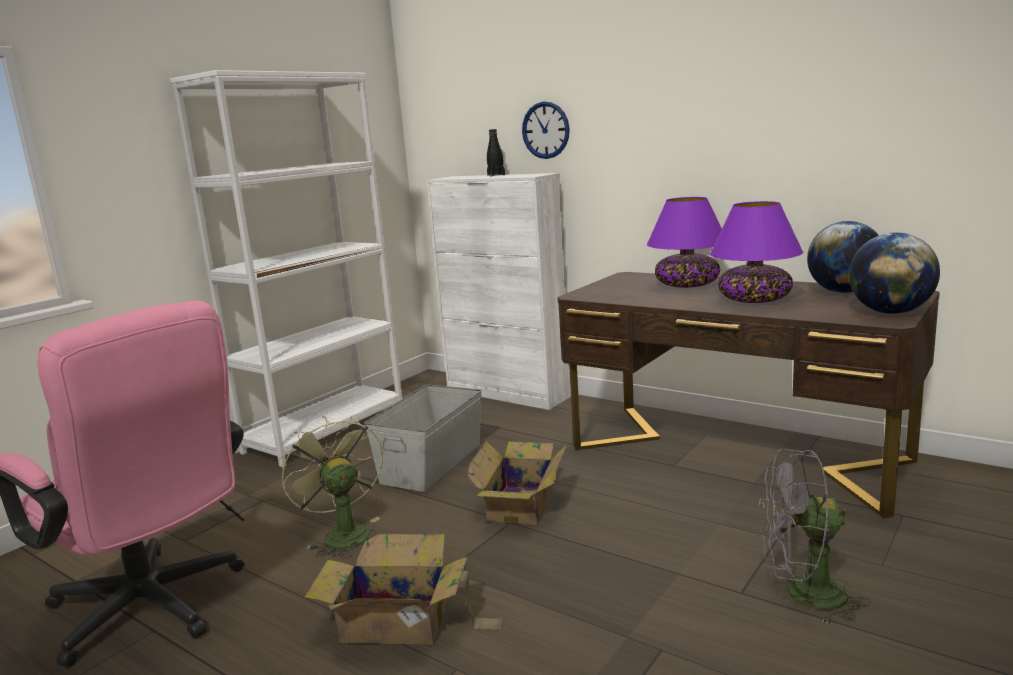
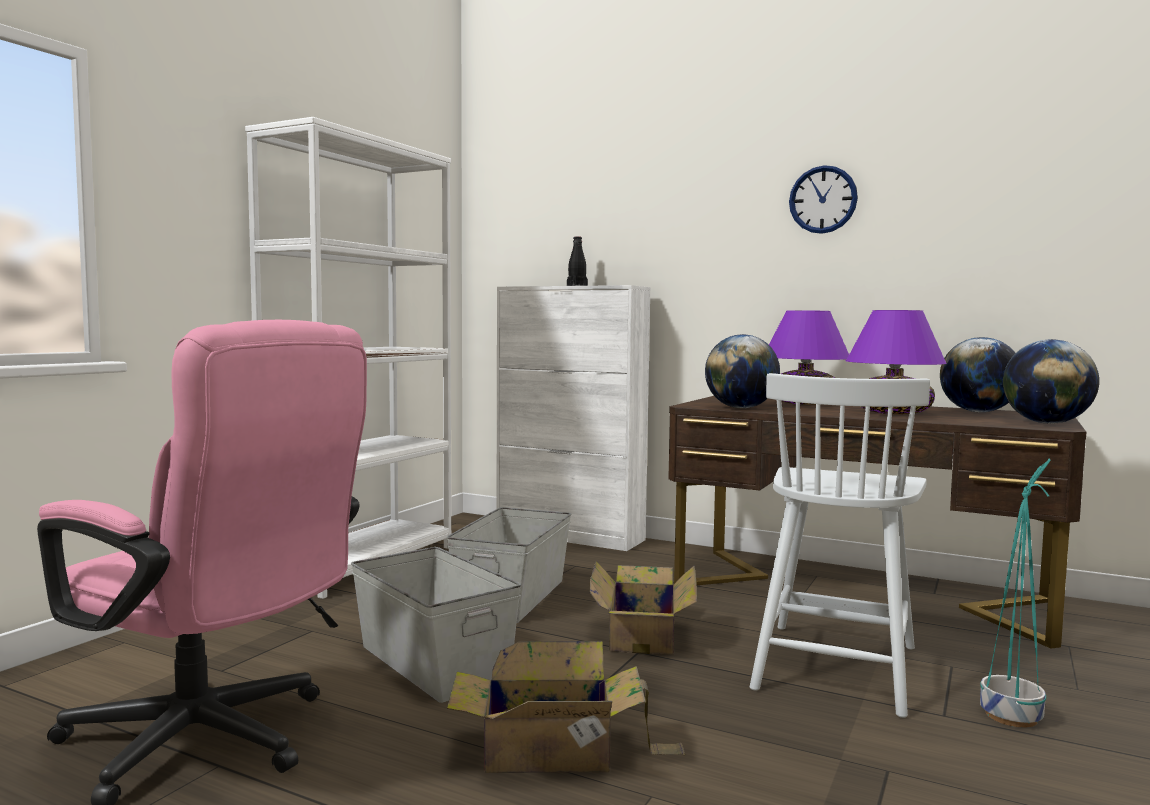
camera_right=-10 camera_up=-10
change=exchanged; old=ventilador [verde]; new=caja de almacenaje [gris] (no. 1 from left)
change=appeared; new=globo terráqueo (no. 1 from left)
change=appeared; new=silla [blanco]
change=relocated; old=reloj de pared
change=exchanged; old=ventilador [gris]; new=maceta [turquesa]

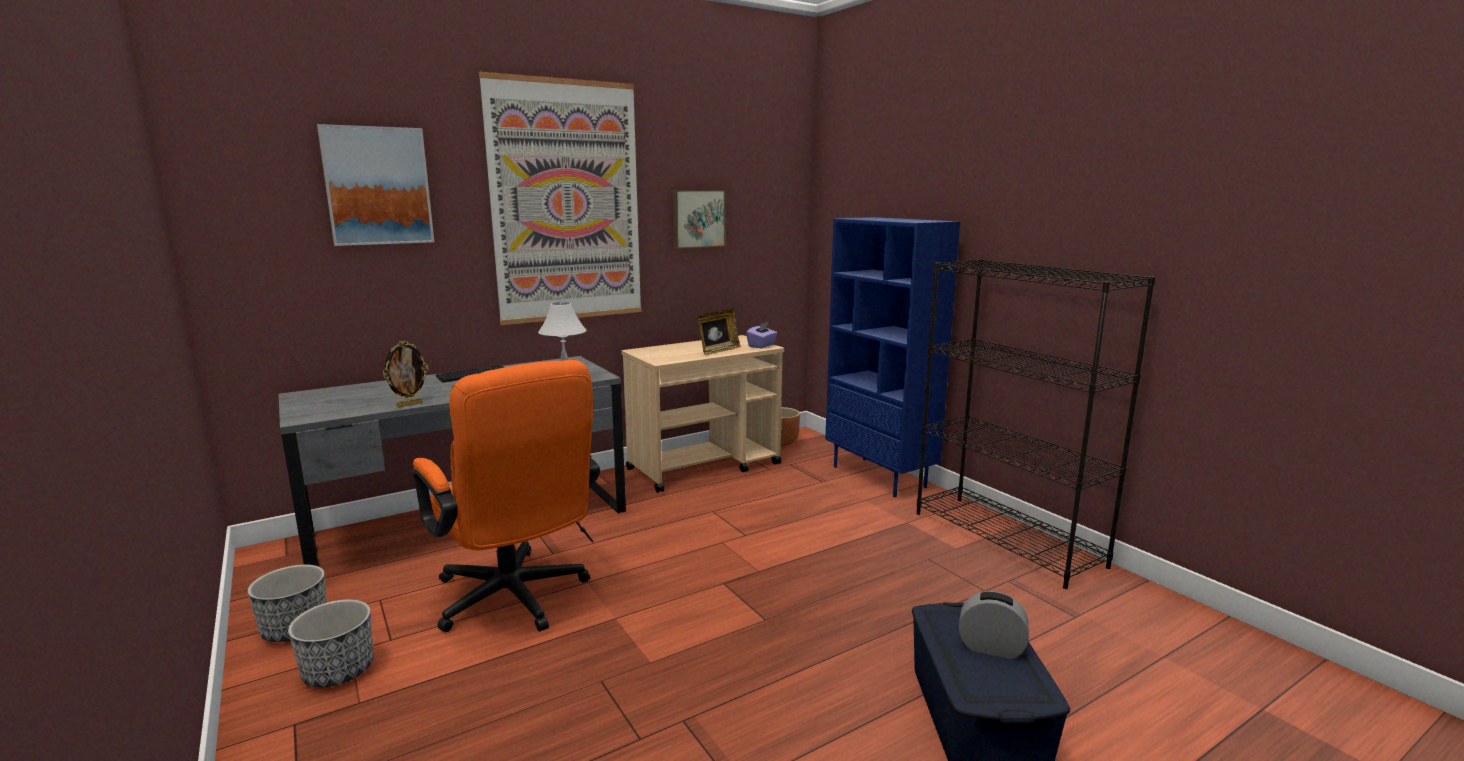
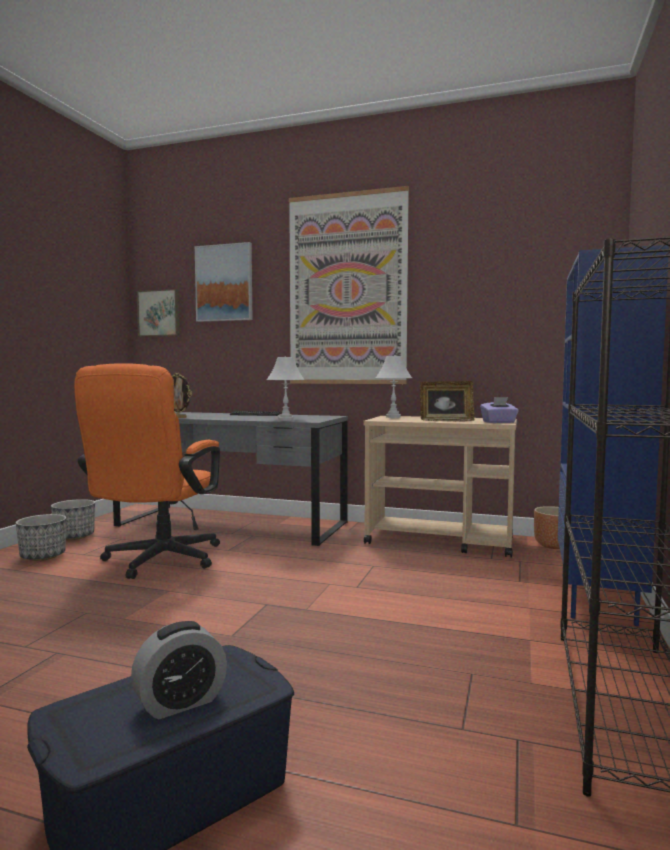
camera_right=50 camera_up=-10
change=spun; old=despertador; degrees=75
change=relocated; old=cuadro (no. 3 from left in the first image); new=cuadro (no. 1 from left)
change=appeared; new=lámpara de mesa [blanco] (no. 2 from left)

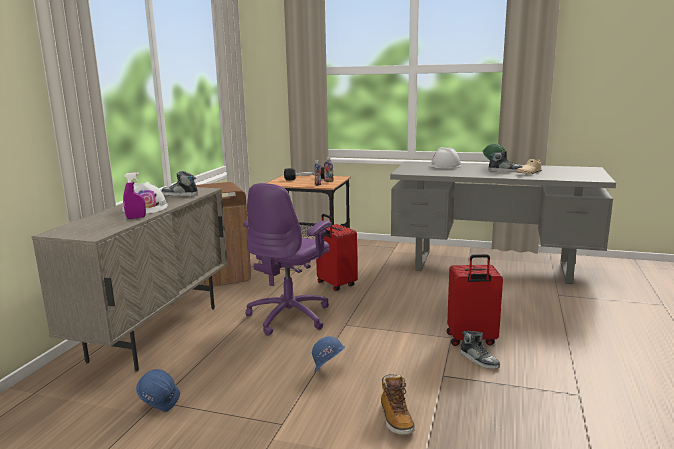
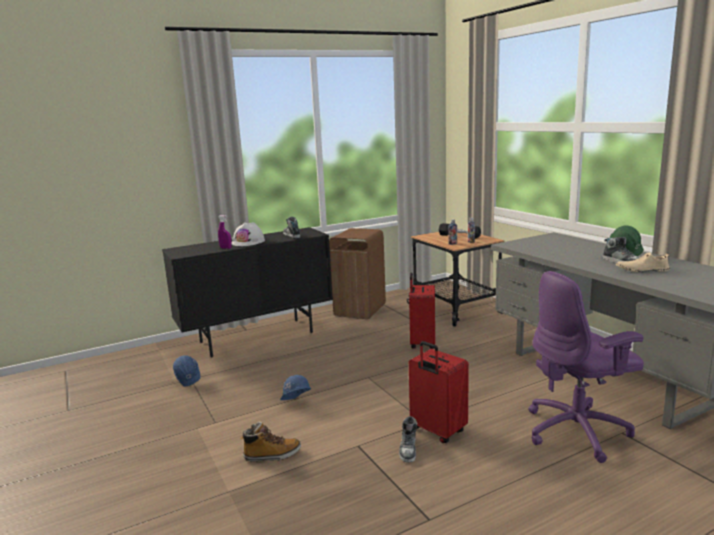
camera_right=45 camera_up=0
change=colour; old=armario [beis]; new=armario [negro]
change=spun; old=bota; degrees=-135
change=relocated; old=silla de oficina [morado]
change=missing; old=casco [blanco] (no. 2 from left)

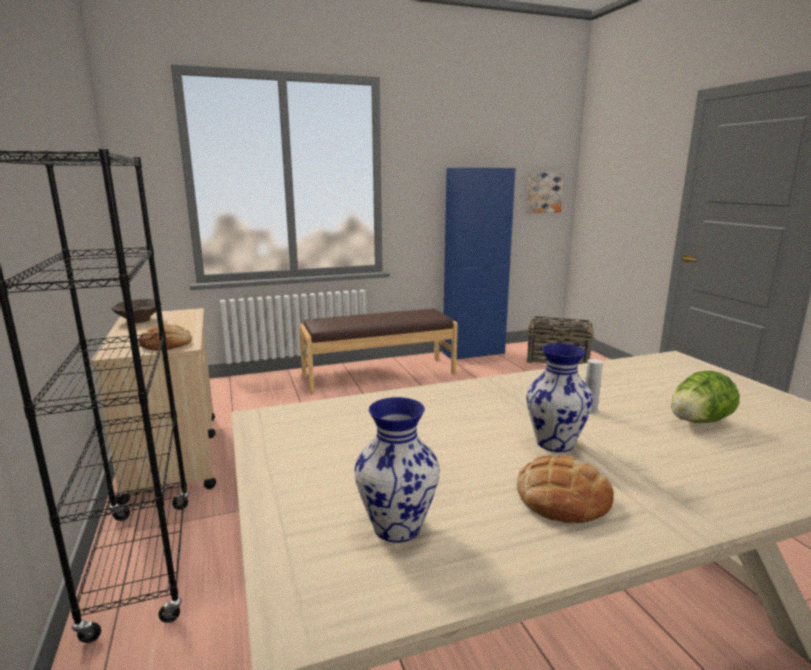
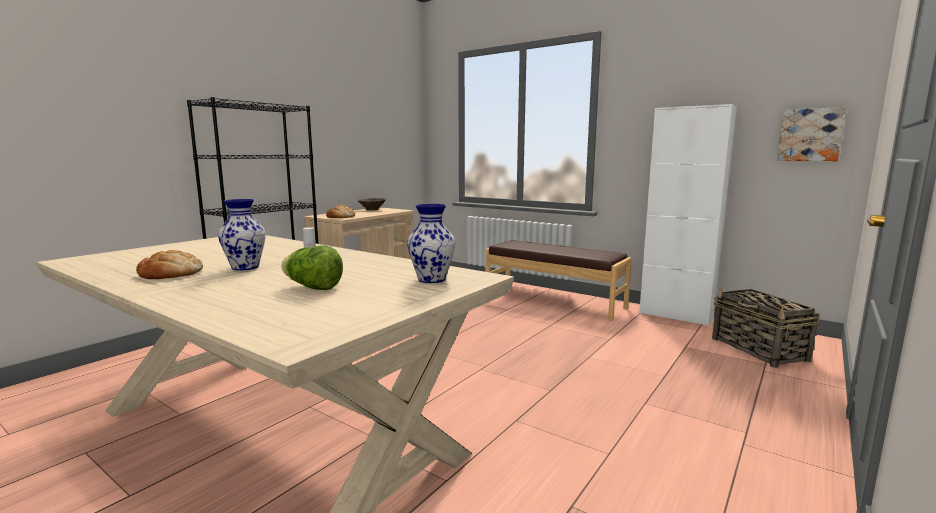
camera_right=55 camera_up=-5
change=relocated; old=florero (no. 1 from left in the first image); new=florero (no. 2 from left)
change=colour; old=armario [azul]; new=armario [blanco]

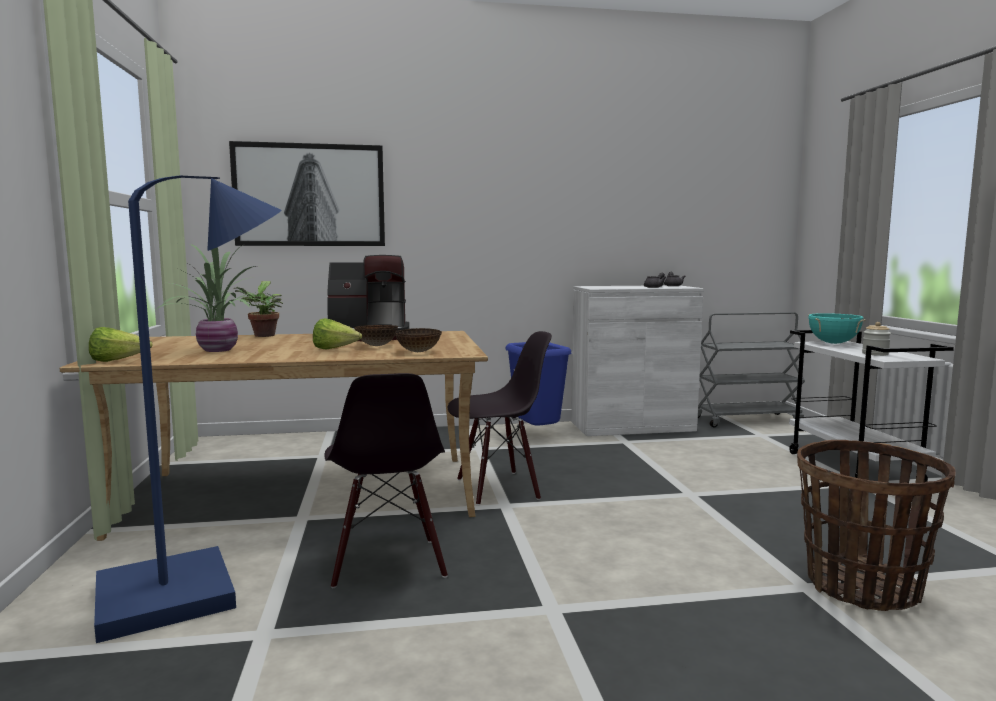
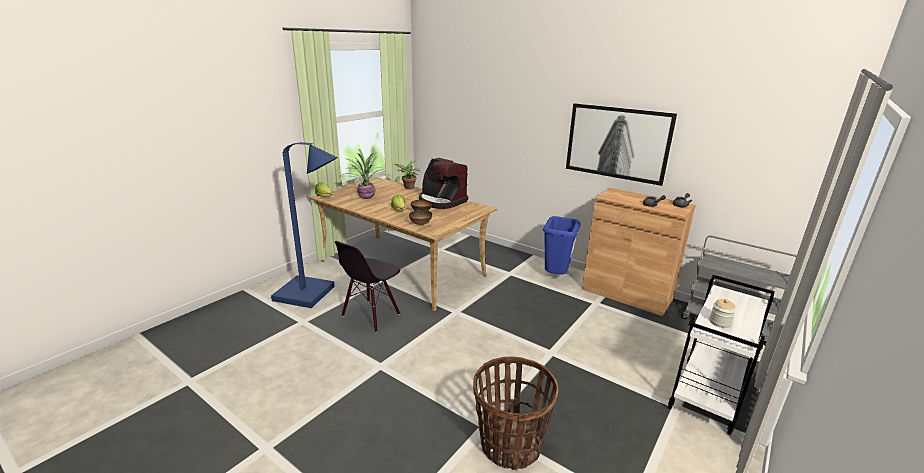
camera_right=45 camera_up=15
change=relocated; old=cuadro
change=colour; old=armario [blanco]; new=armario [marrón]
change=missing; old=silla [negro] (no. 2 from left)
change=missing; old=olla [turquesa]

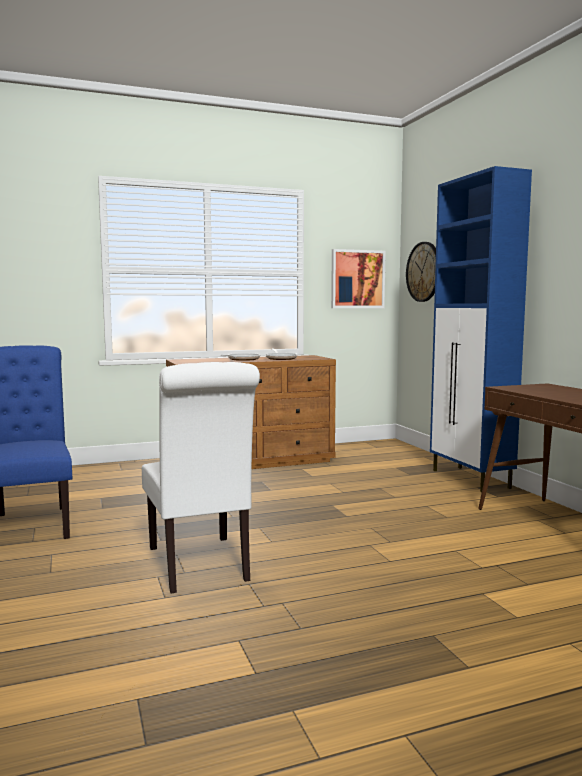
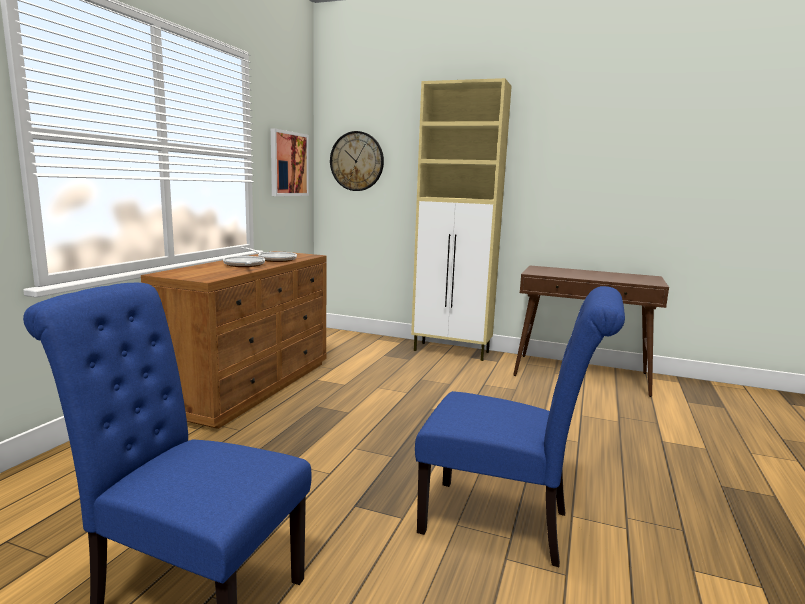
camera_right=-50 camera_up=5
change=colour; old=armario [azul]; new=armario [beis]
change=colour; old=silla [blanco]; new=silla [azul] (no. 2 from left)

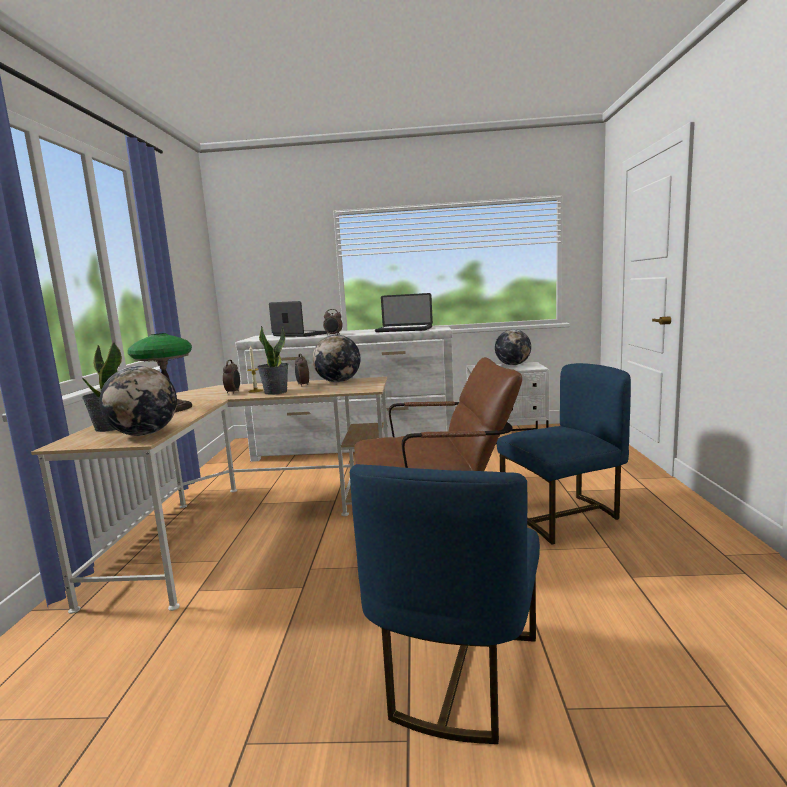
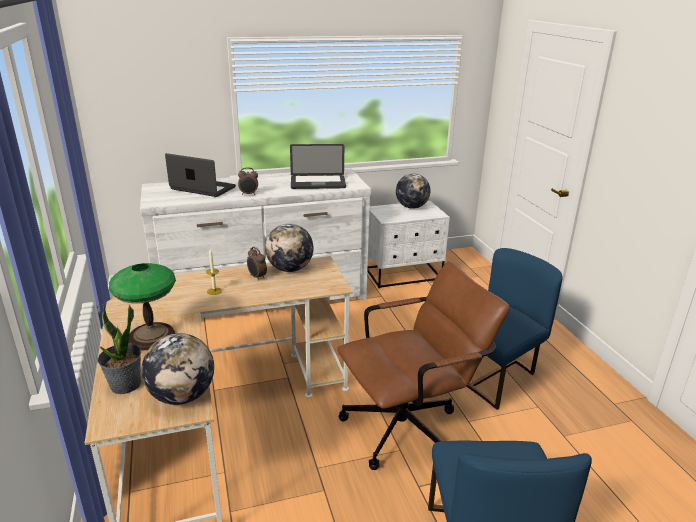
camera_right=-20 camera_up=15
change=missing; old=despertador (no. 1 from left)
change=missing; old=planta en maceta (no. 2 from left)

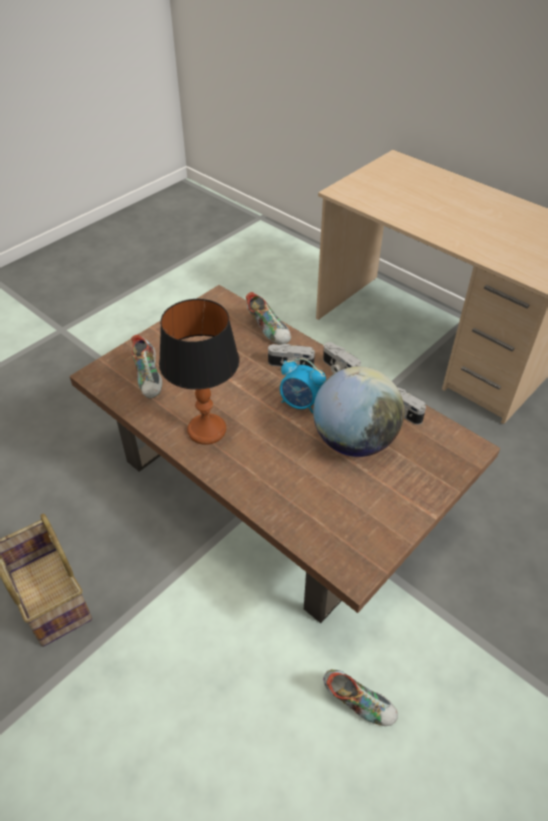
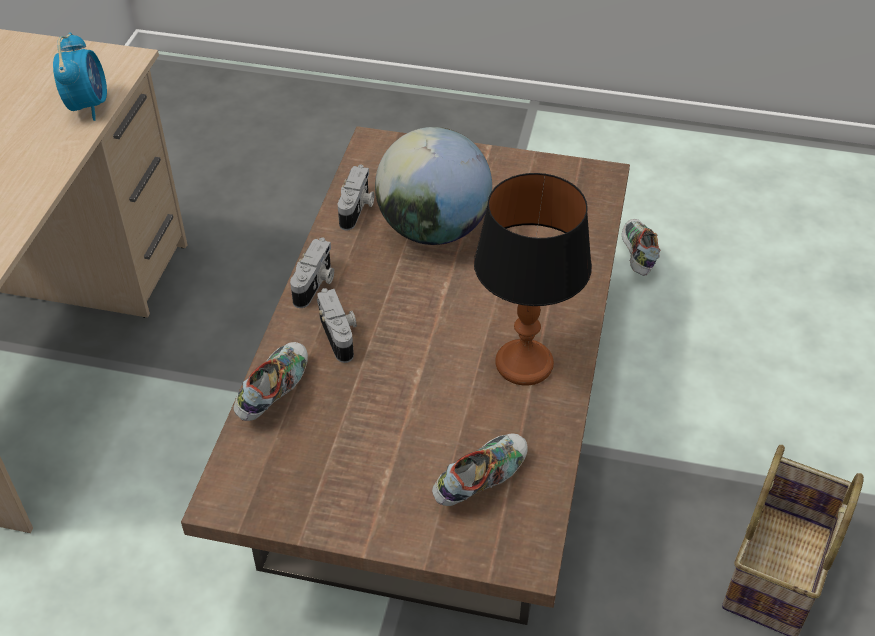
camera_right=-120 camera_up=0
change=relocated; old=despertador

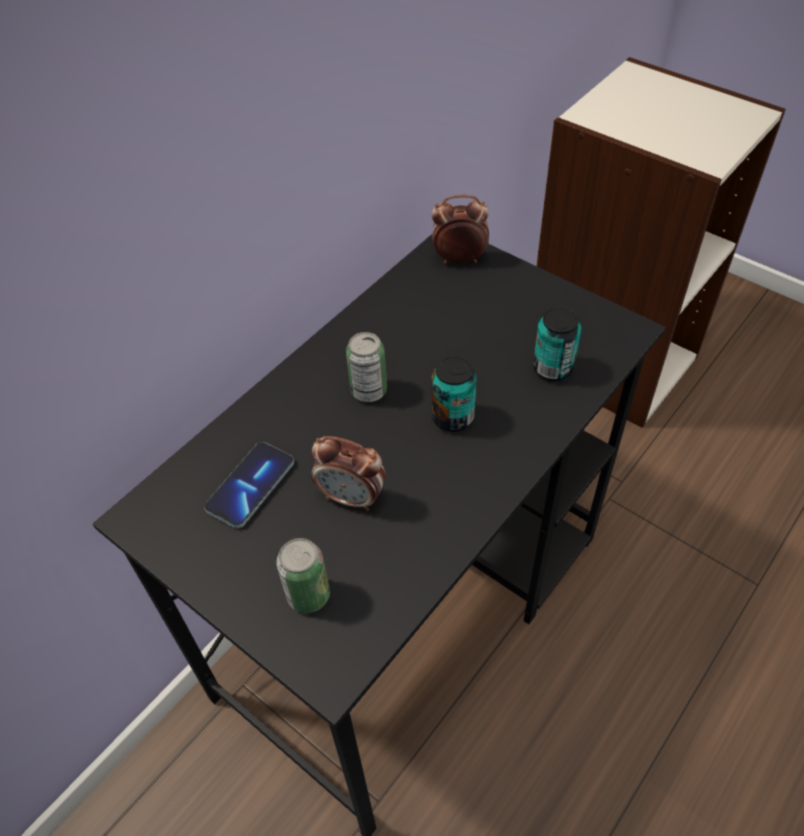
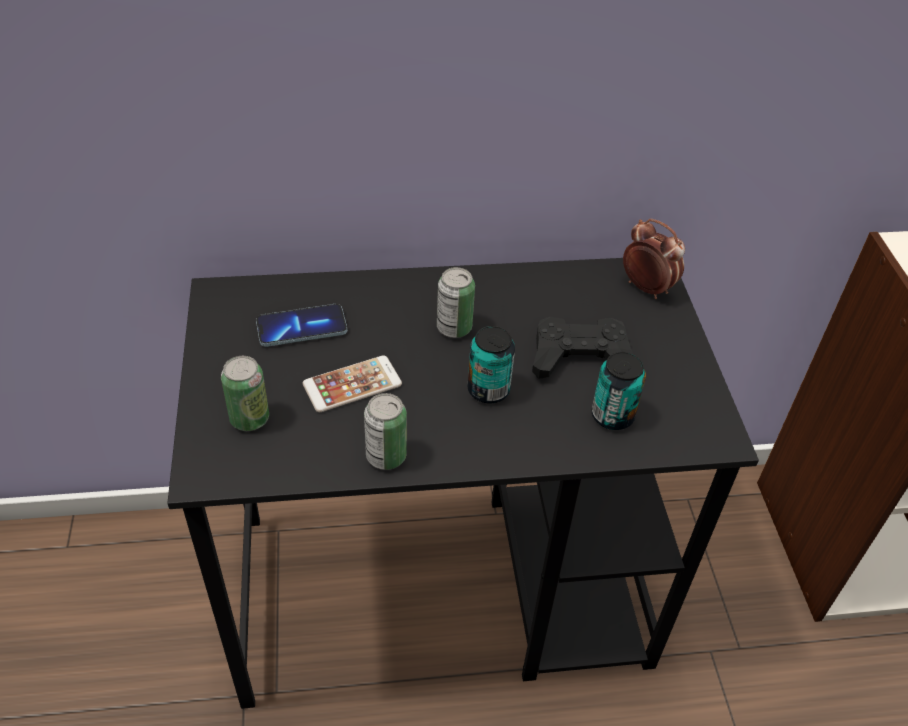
camera_right=40 camera_up=-5
change=exchanged; old=despertador (no. 1 from left); new=móvil (no. 2 from left)
change=appeared; new=lata (no. 2 from left)
change=appeared; new=mando de consola [negro]

